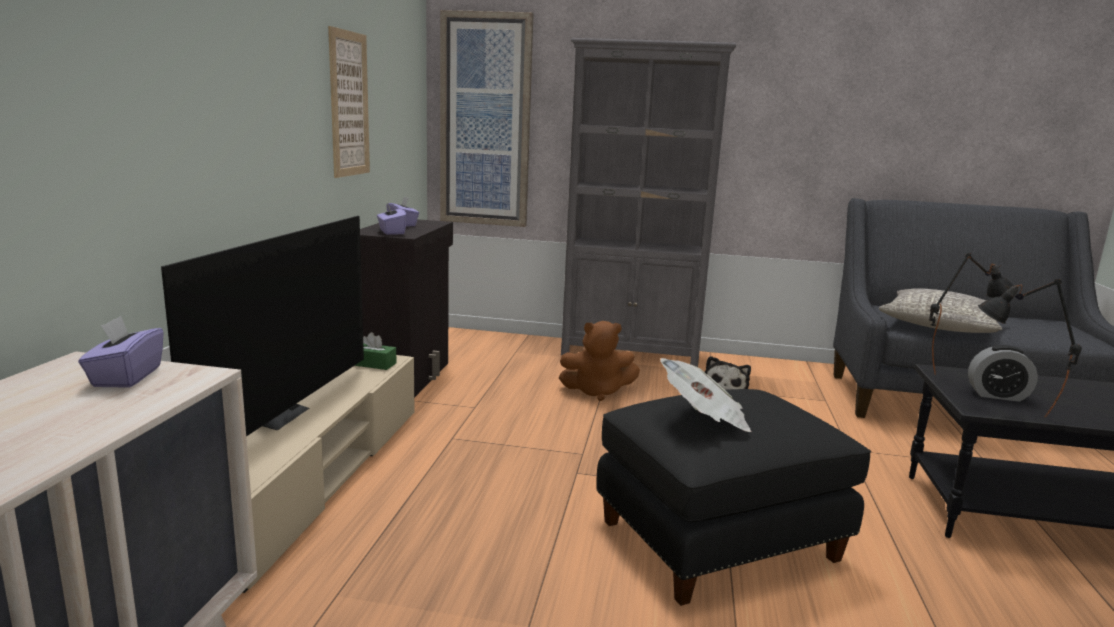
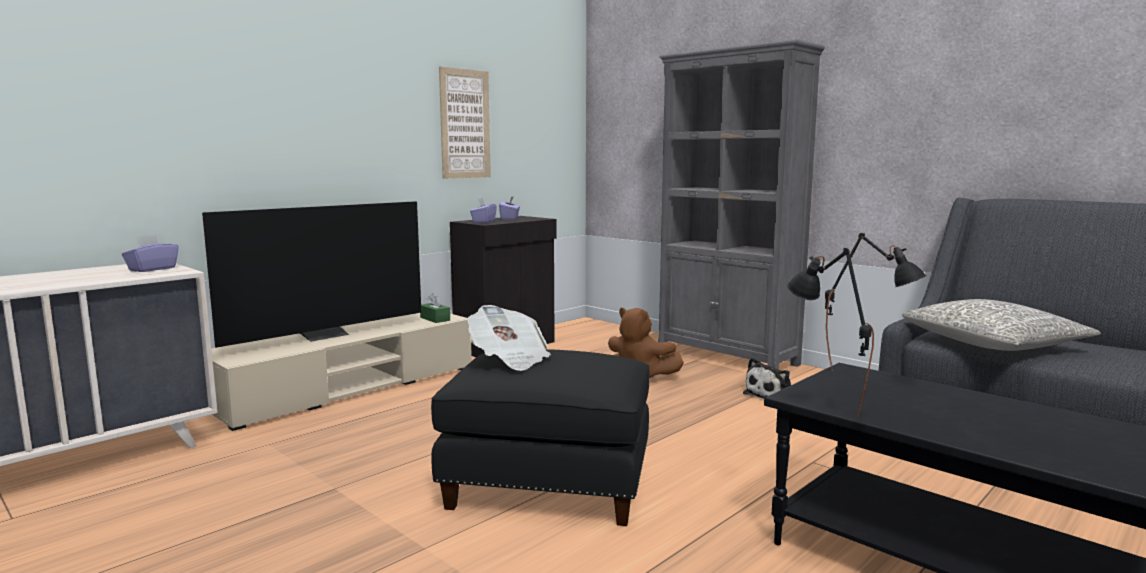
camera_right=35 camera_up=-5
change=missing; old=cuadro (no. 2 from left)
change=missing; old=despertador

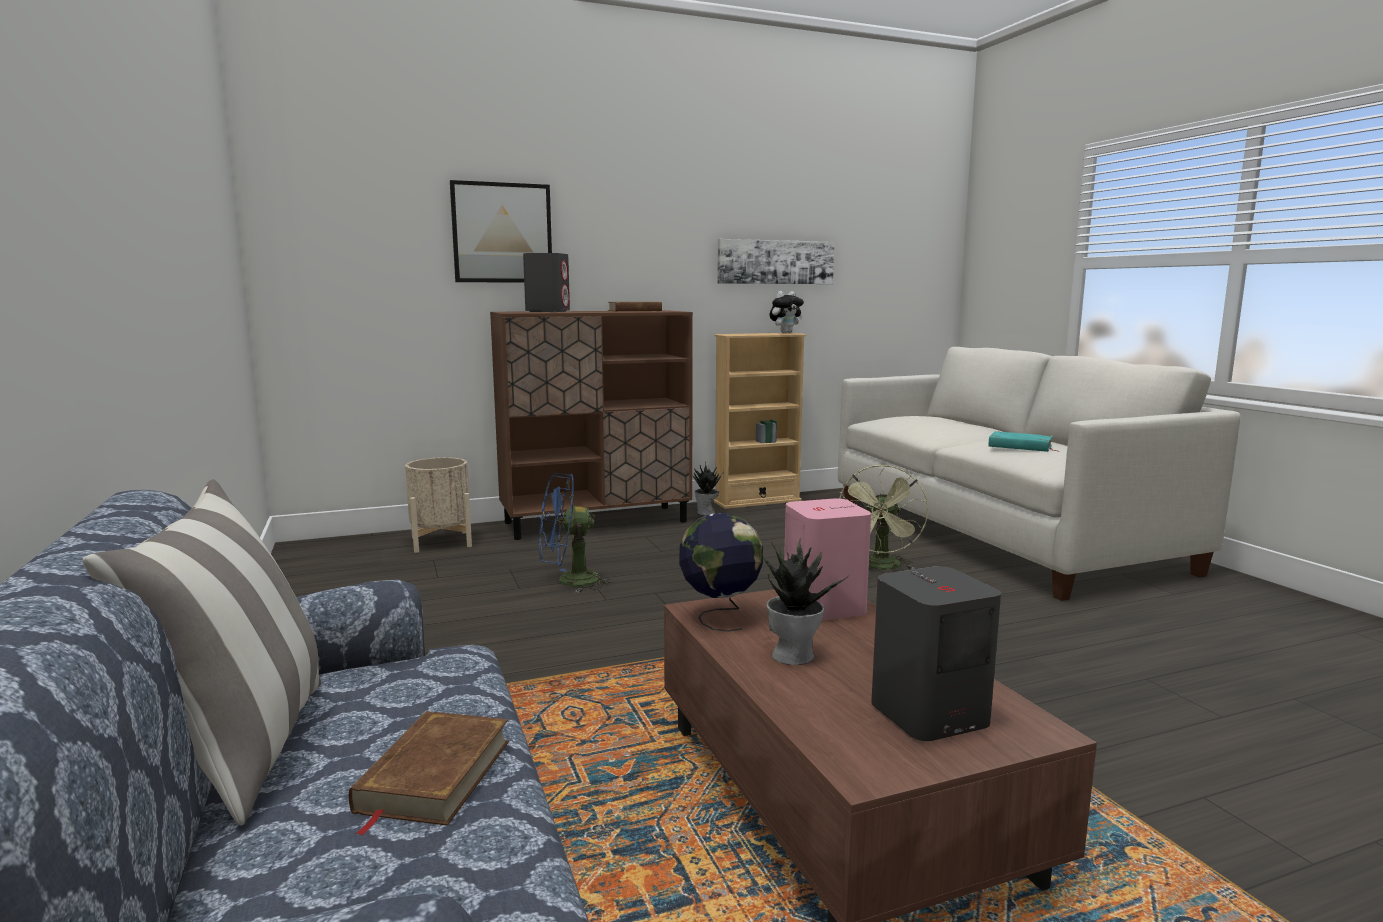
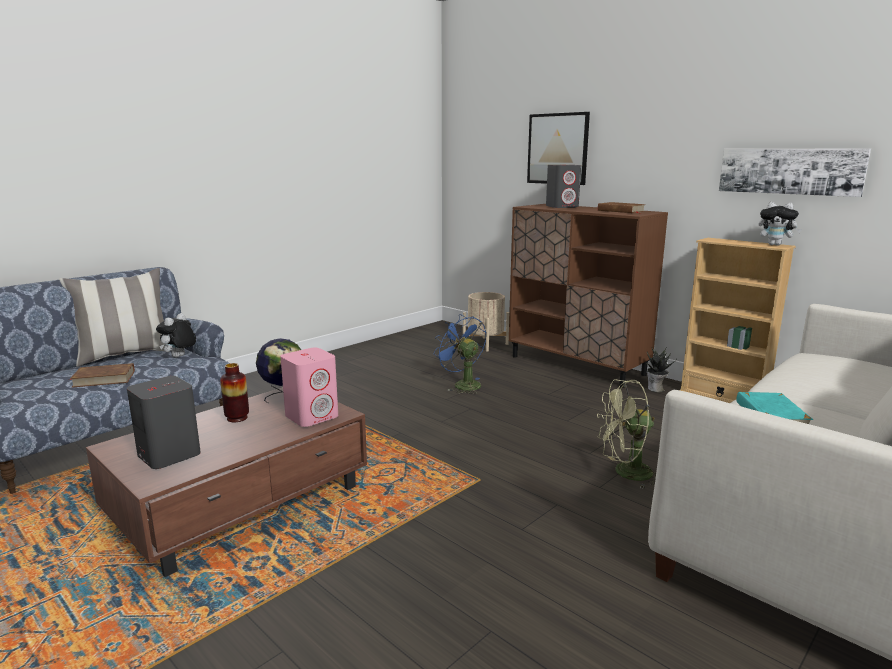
camera_right=65 camera_up=5
change=appeared; new=peluche (no. 1 from left)
change=exchanged; old=planta en maceta (no. 2 from left); new=florero

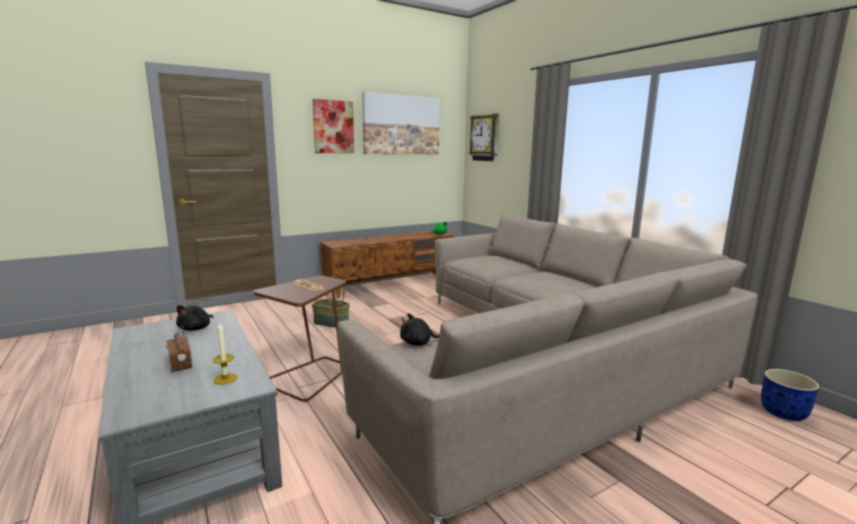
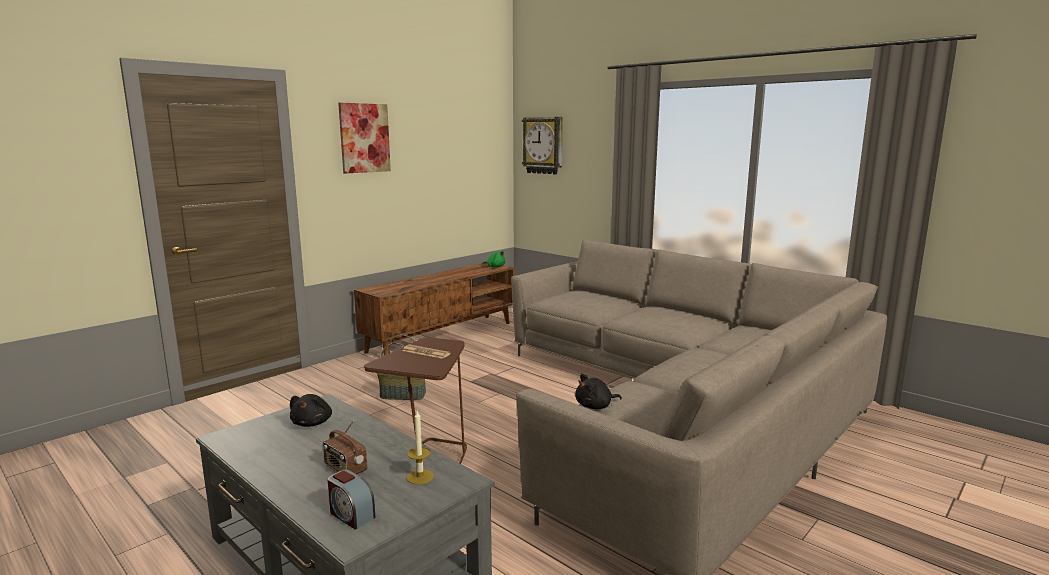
camera_right=-15 camera_up=0
change=appeared; new=despertador
change=missing; old=cuadro (no. 2 from left)
change=missing; old=maceta [azul]

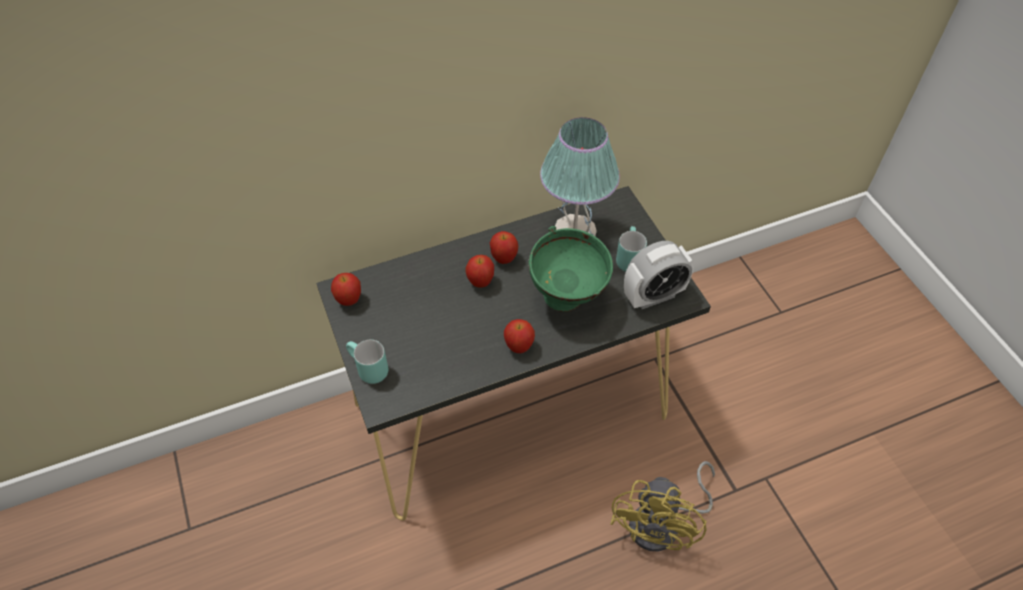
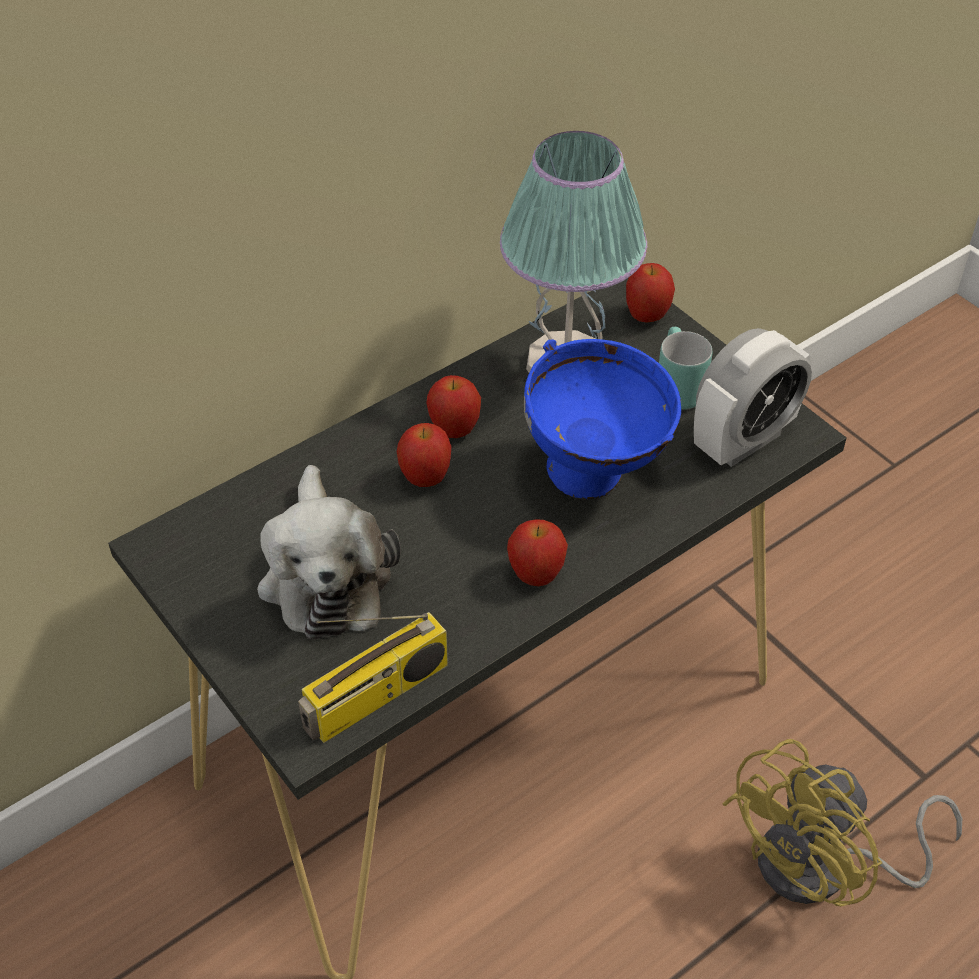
camera_right=-15 camera_up=-5
change=appeared; new=peluche
change=appeared; new=radio
change=colour; old=cuenco [verde]; new=cuenco [azul]
change=relocated; old=manzana (no. 1 from left in the first image); new=manzana (no. 4 from left)
change=spun; old=ventilador [amarillo]; degrees=45
change=missing; old=taza grande [turquesa] (no. 1 from left)

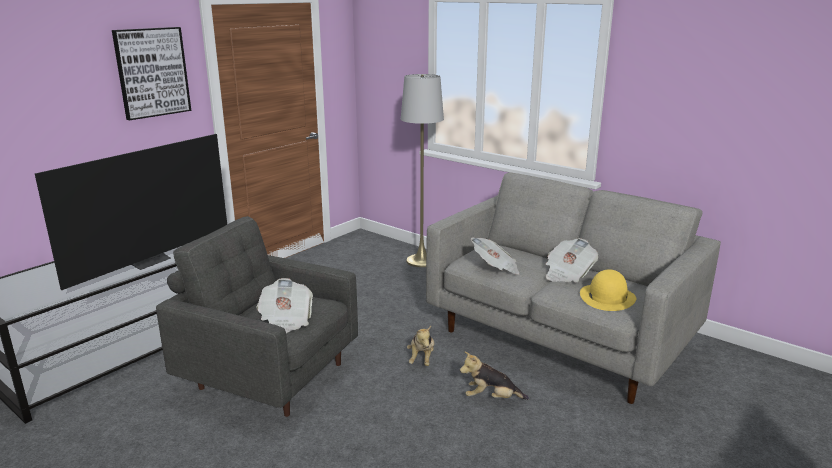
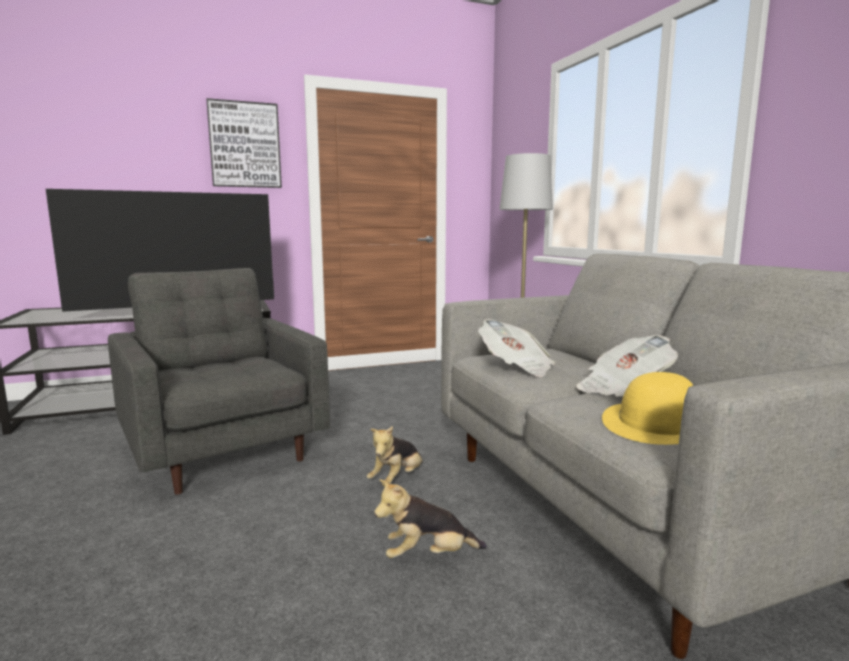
camera_right=30 camera_up=-10
change=spun; old=peluche (no. 2 from left); degrees=-45
change=missing; old=periódico (no. 1 from left)

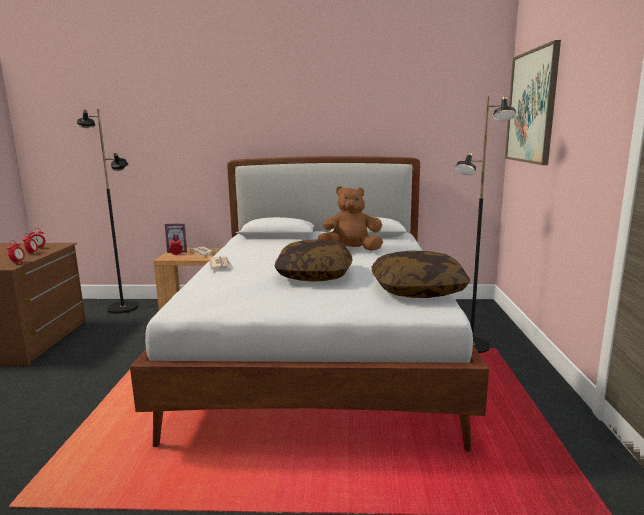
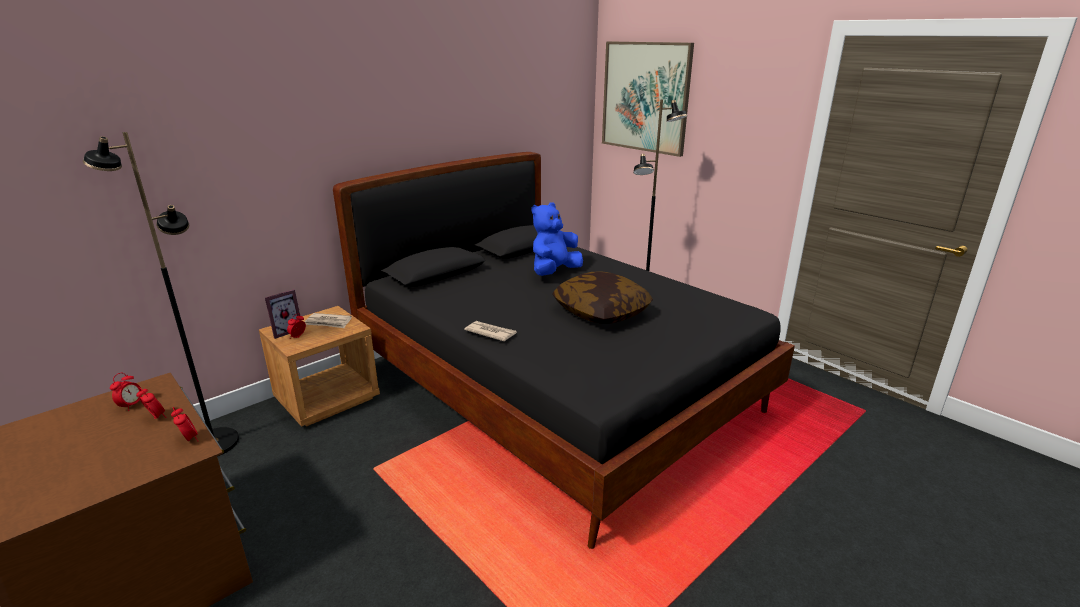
camera_right=-45 camera_up=10
change=colour; old=cama [blanco]; new=cama [negro]
change=colour; old=peluche [marrón]; new=peluche [azul]
change=missing; old=cojín (no. 2 from left)

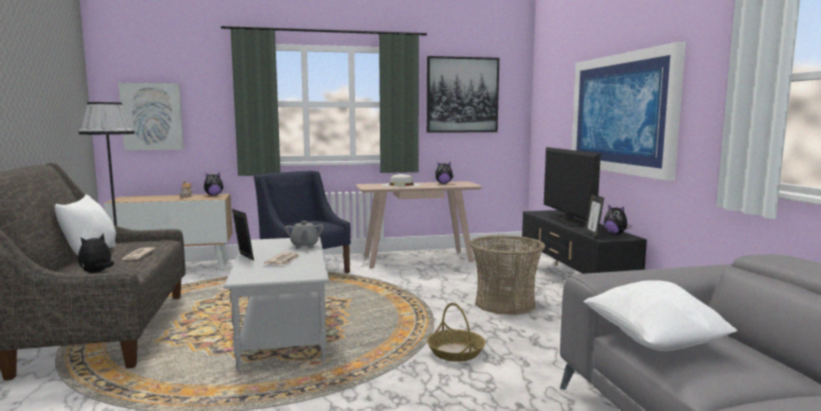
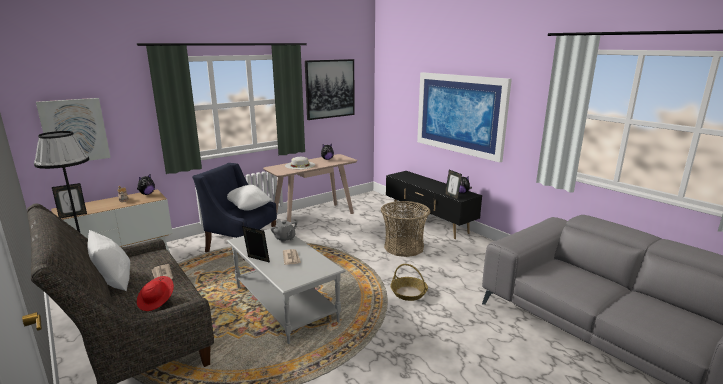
camera_right=-25 camera_up=10
change=appeared; new=portarretratos (no. 1 from left)
change=exchanged; old=peluche (no. 1 from left); new=sombrero [rojo]
change=relocated; old=cojín [blanco] (no. 2 from left)
change=missing; old=televisor

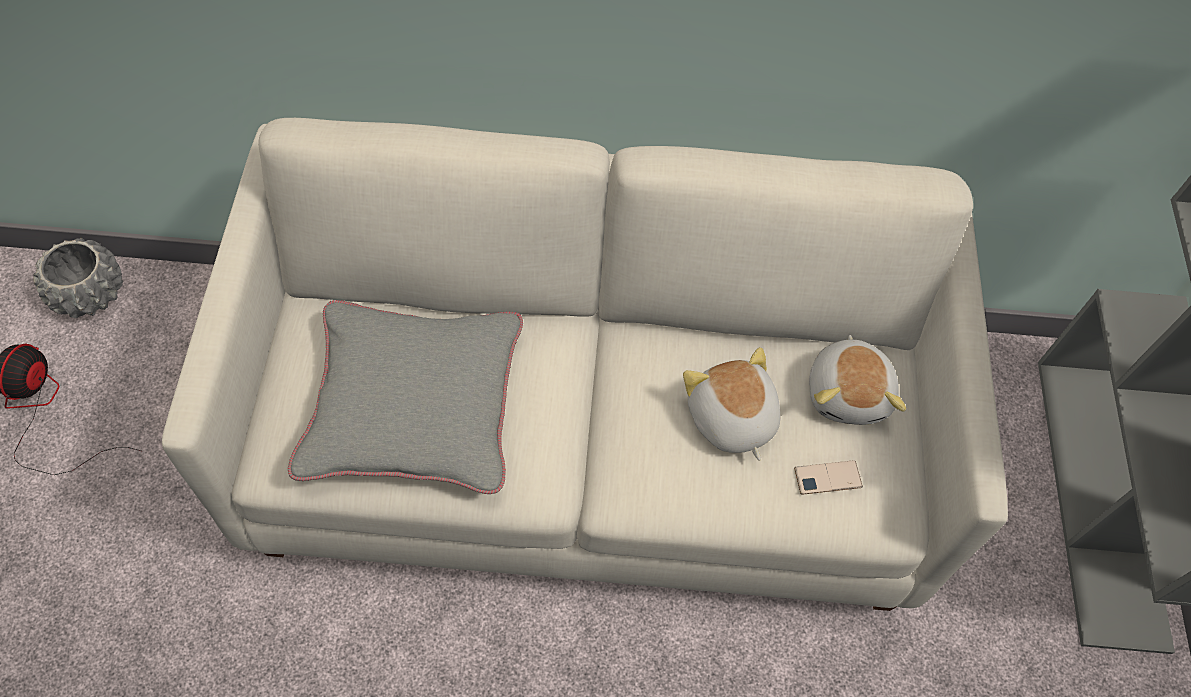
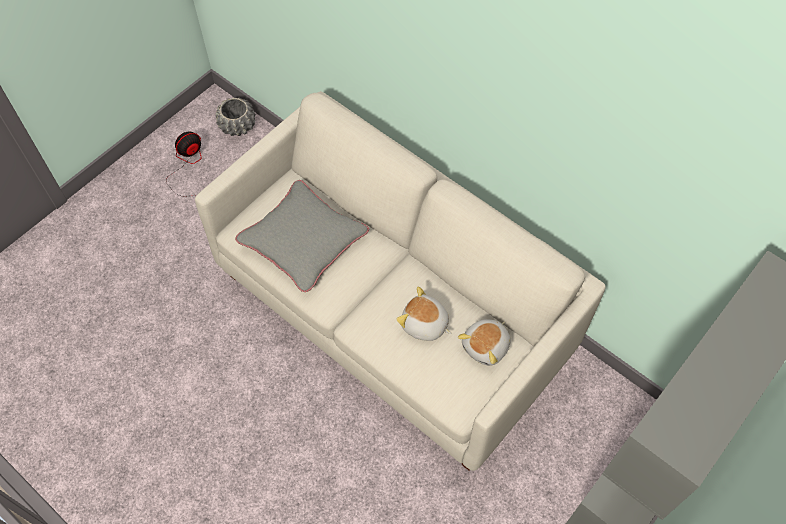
camera_right=40 camera_up=0
change=spun; old=peluche (no. 1 from left); degrees=-75
change=missing; old=móvil

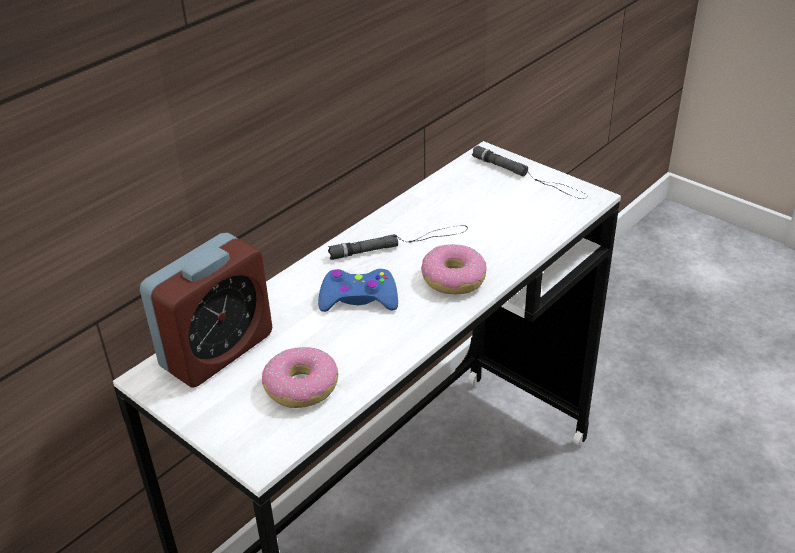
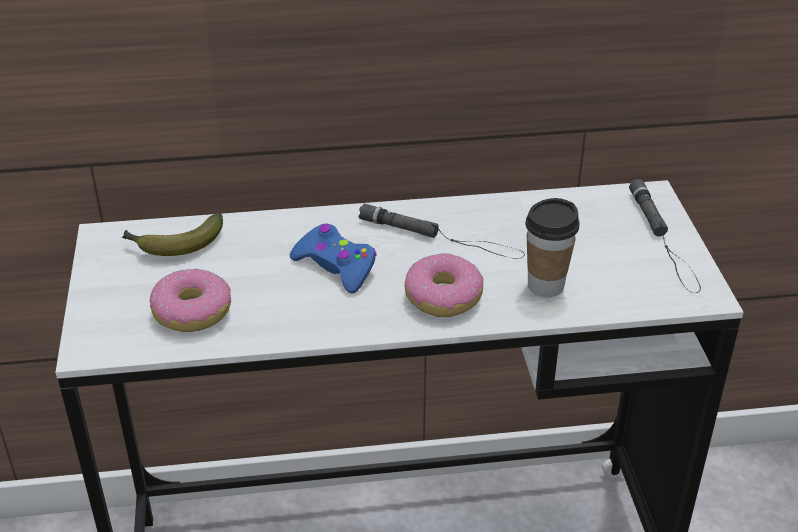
camera_right=40 camera_up=0
change=exchanged; old=despertador; new=plátano
change=appeared; new=taza

